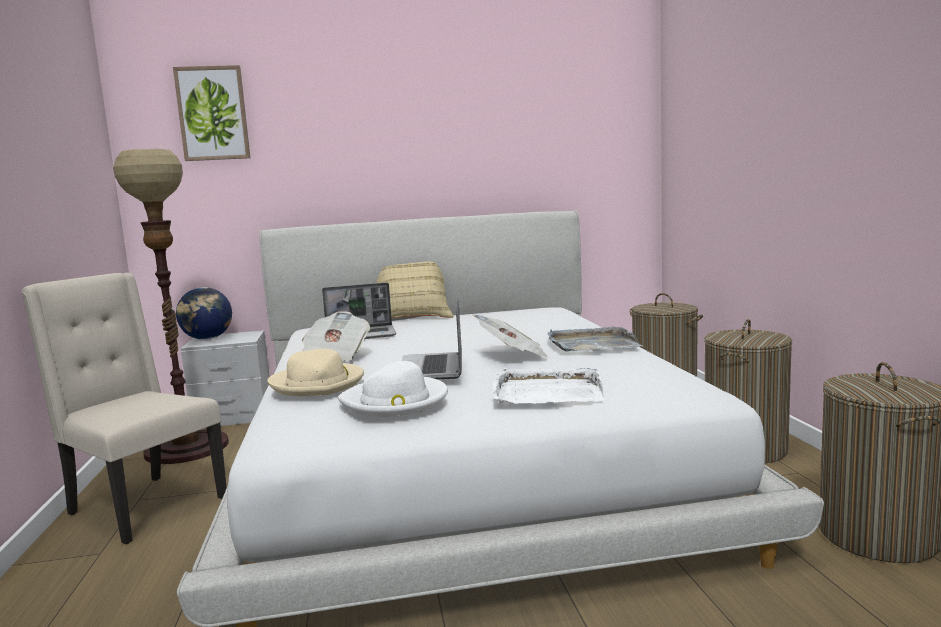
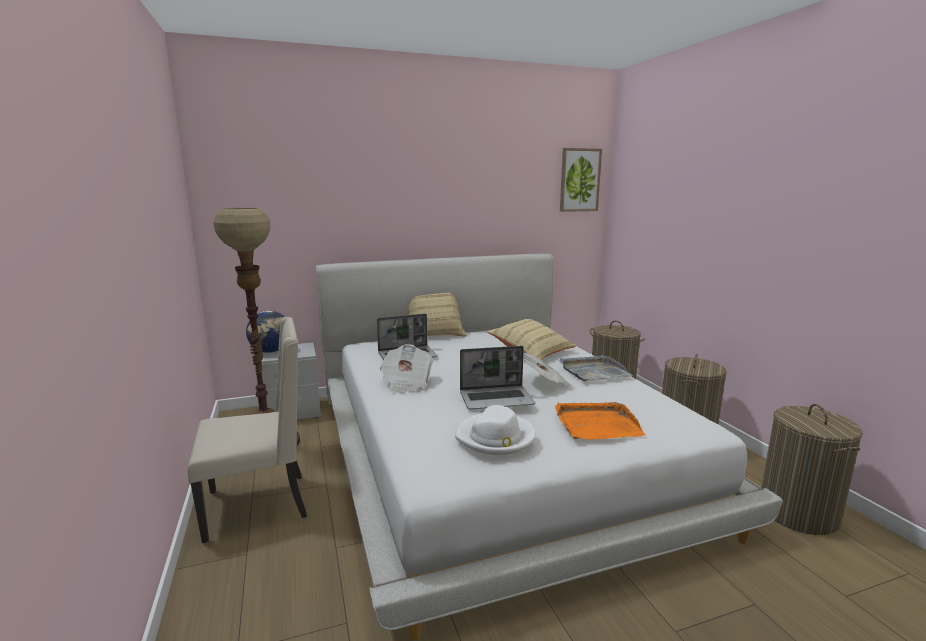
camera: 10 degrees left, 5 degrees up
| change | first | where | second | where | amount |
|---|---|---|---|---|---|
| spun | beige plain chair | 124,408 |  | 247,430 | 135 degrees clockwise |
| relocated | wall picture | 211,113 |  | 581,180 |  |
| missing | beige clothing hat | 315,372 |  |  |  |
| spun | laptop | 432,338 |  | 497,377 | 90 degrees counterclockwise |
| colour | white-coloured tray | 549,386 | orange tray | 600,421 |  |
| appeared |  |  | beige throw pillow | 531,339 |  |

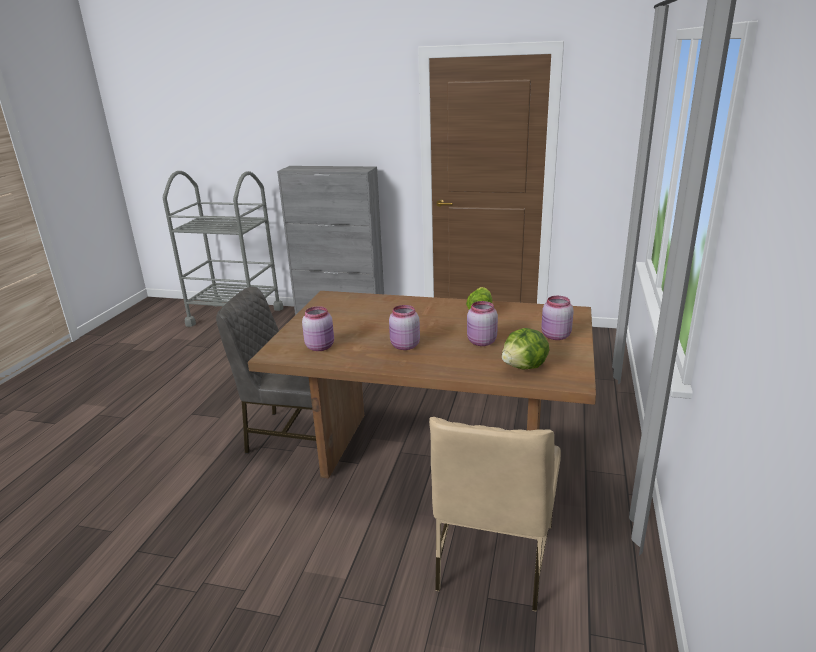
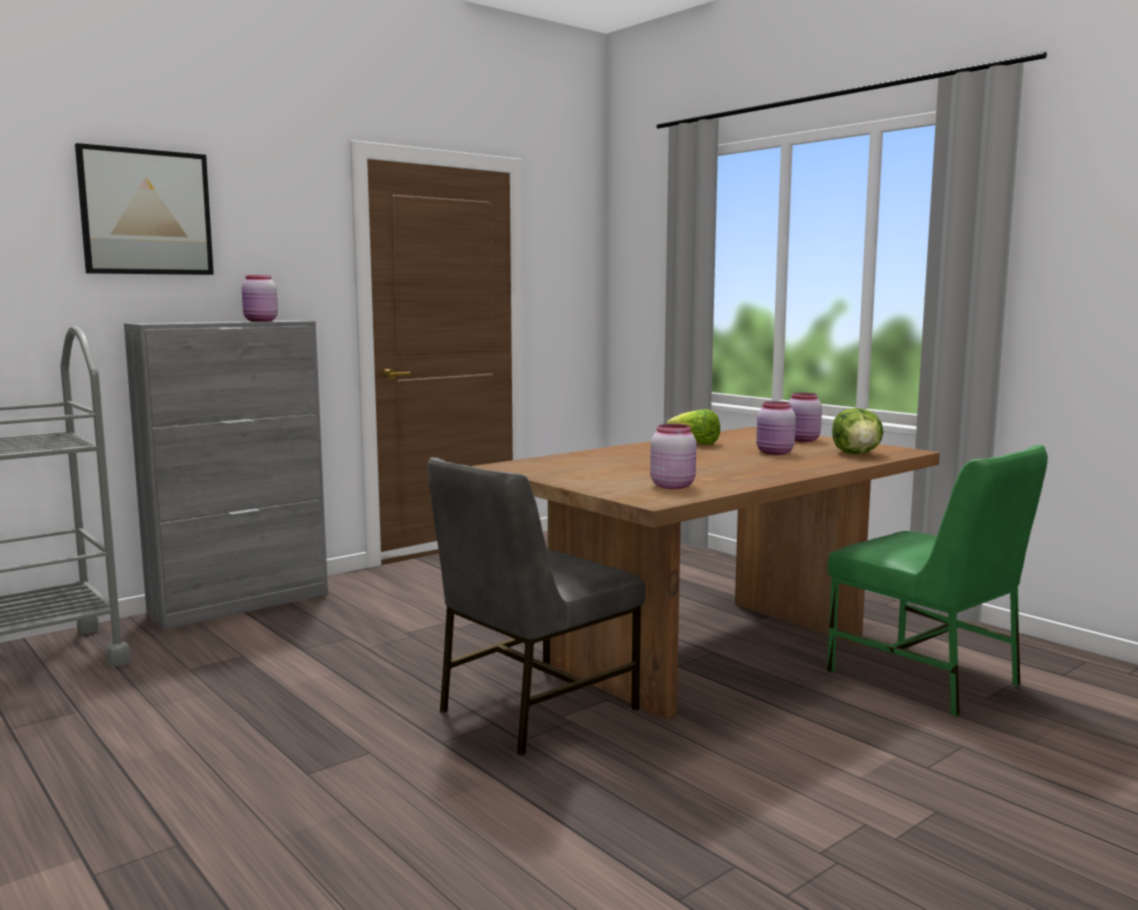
camera: 55 degrees left, 15 degrees down
| change | first | where | second | where | amount |
|---|---|---|---|---|---|
| relocated | pink-coloured jar | 404,327 |  | 260,298 |  |
| colour | beige plain chair | 495,514 | greenish plain chair | 937,581 |  |
| appeared |  |  | wall picture | 144,209 |  |

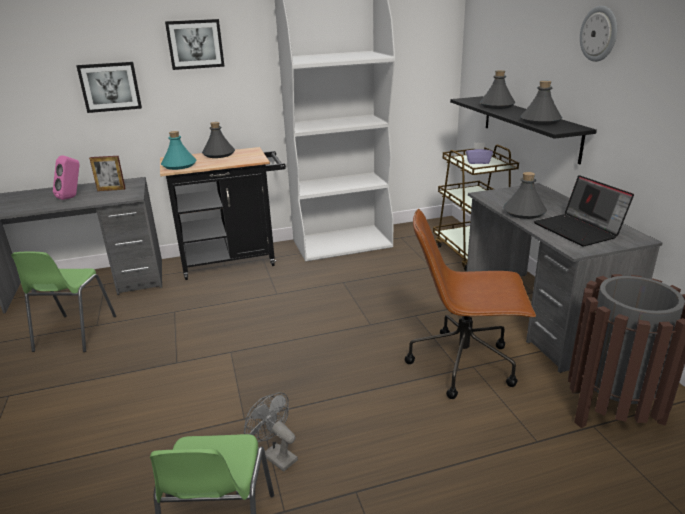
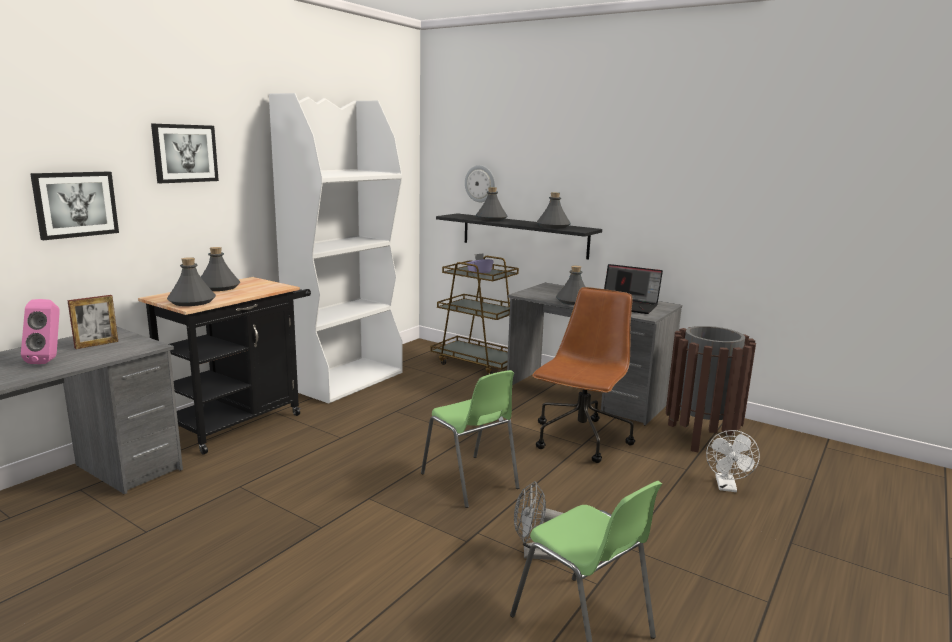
camera: 40 degrees left, 10 degrees down
| change | first | where | second | where | amount |
|---|---|---|---|---|---|
| relocated | greenish plain chair | 63,302 |  | 470,439 |  |
| colour | blue-green drink bottle | 179,150 | gray drink bottle | 191,281 |  |
| spun | brown-coloured computer chair | 470,304 |  | 583,375 | 150 degrees clockwise |
| relocated | clock on the wall | 598,34 |  | 480,183 |  |
| appeared |  |  | white-coloured fan | 733,461 |  |

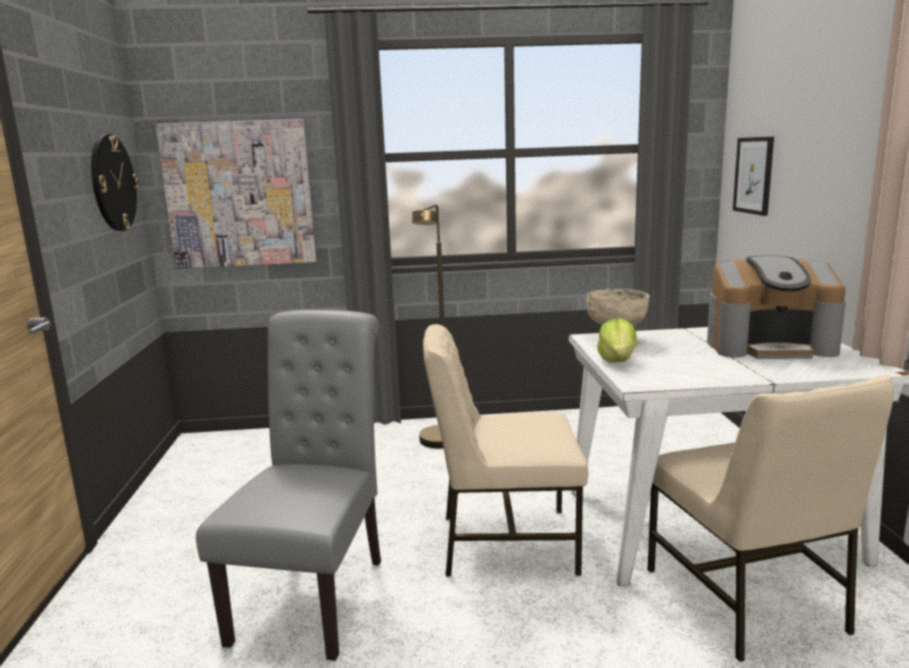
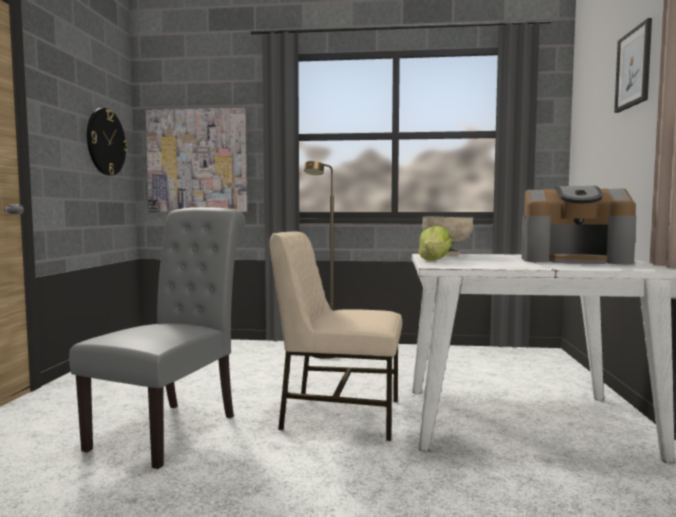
camera: 10 degrees right, 10 degrees down
| change | first | where | second | where | amount |
|---|---|---|---|---|---|
| missing | beige plain chair | 770,518 |  |  |  |
| relocated | wall picture | 753,176 |  | 633,65 |  |

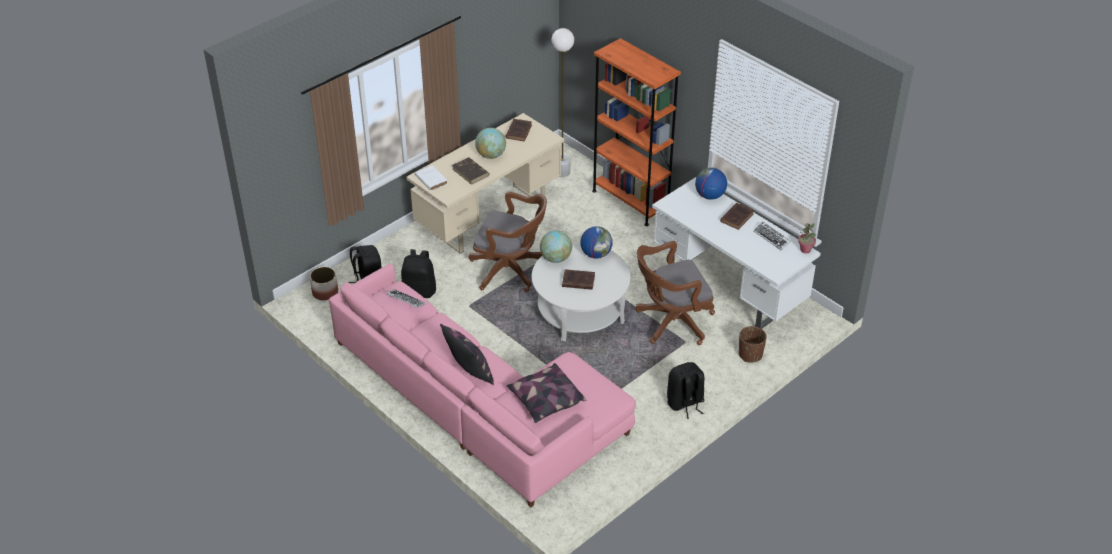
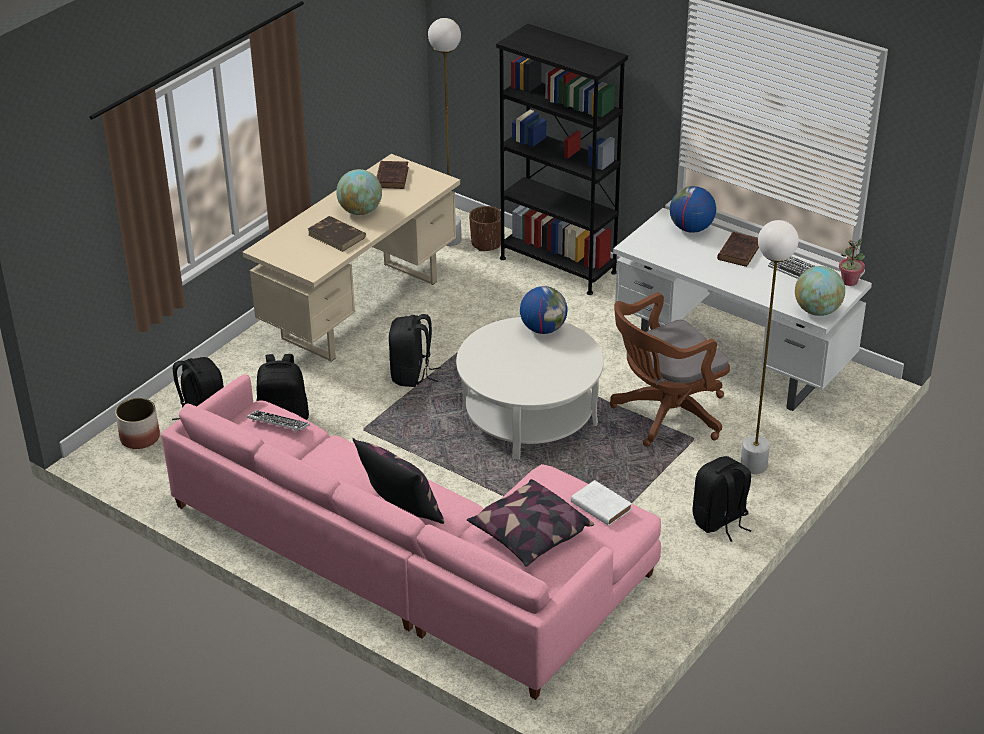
camera: 10 degrees left, 5 degrees down
| change | first | where | second | where | amount |
|---|---|---|---|---|---|
| relocated | white-coloured bound book | 431,178 |  | 601,503 |  |
| exchanged | brown-coloured computer chair | 508,241 | black backpack | 415,350 |  |
| relocated | globe | 556,246 |  | 820,291 |  |
| missing | brown-coloured bound book | 578,279 |  |  |  |
| colour | orange shelving unit | 636,132 | black shelving unit | 562,159 |  |
| relocated | brown-coloured planter | 753,344 |  | 485,228 |  |
| appeared |  |  | white-coloured floor lamp | 770,347 |  |

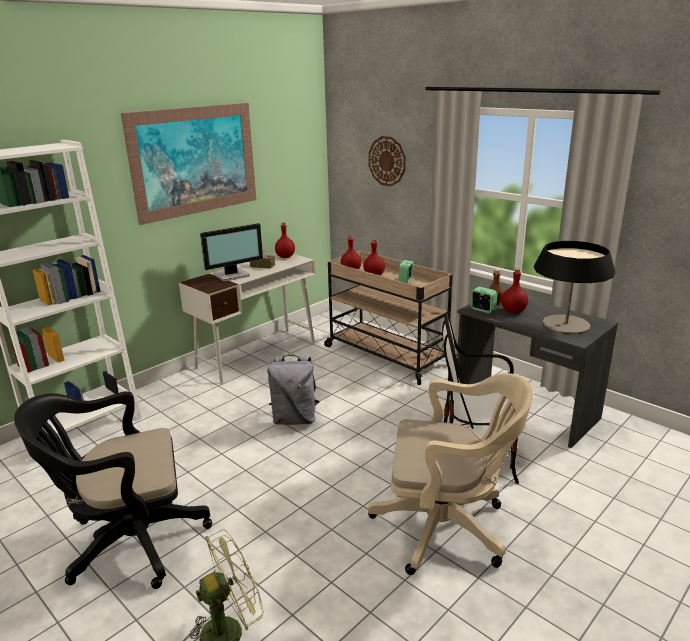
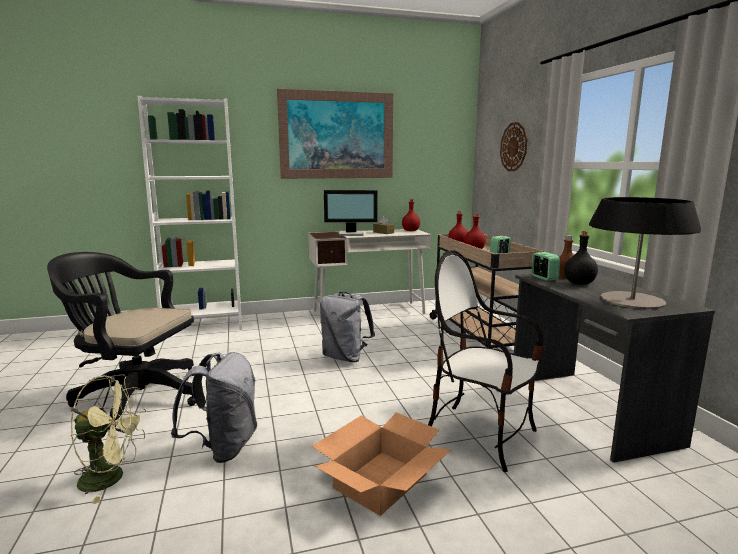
camera: 30 degrees right, 10 degrees down
| change | first | where | second | where | amount |
|---|---|---|---|---|---|
| exchanged | beige computer chair | 451,474 | carton | 381,464 |  |
| colour | reddish drink bottle | 514,291 | black drink bottle | 581,258 |  |
| appeared |  |  | gray backpack | 214,407 |  |

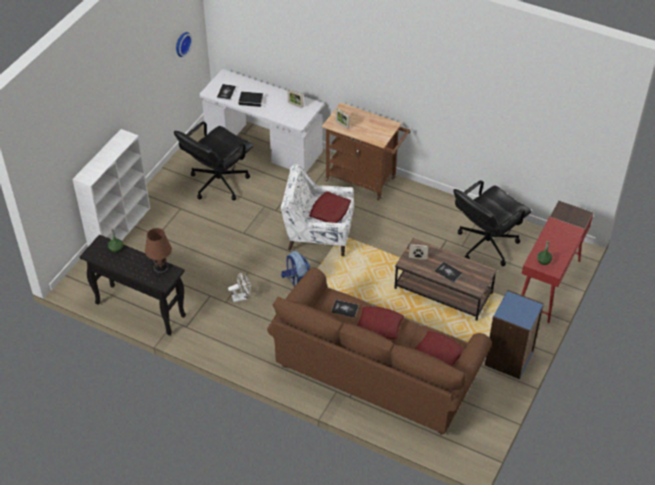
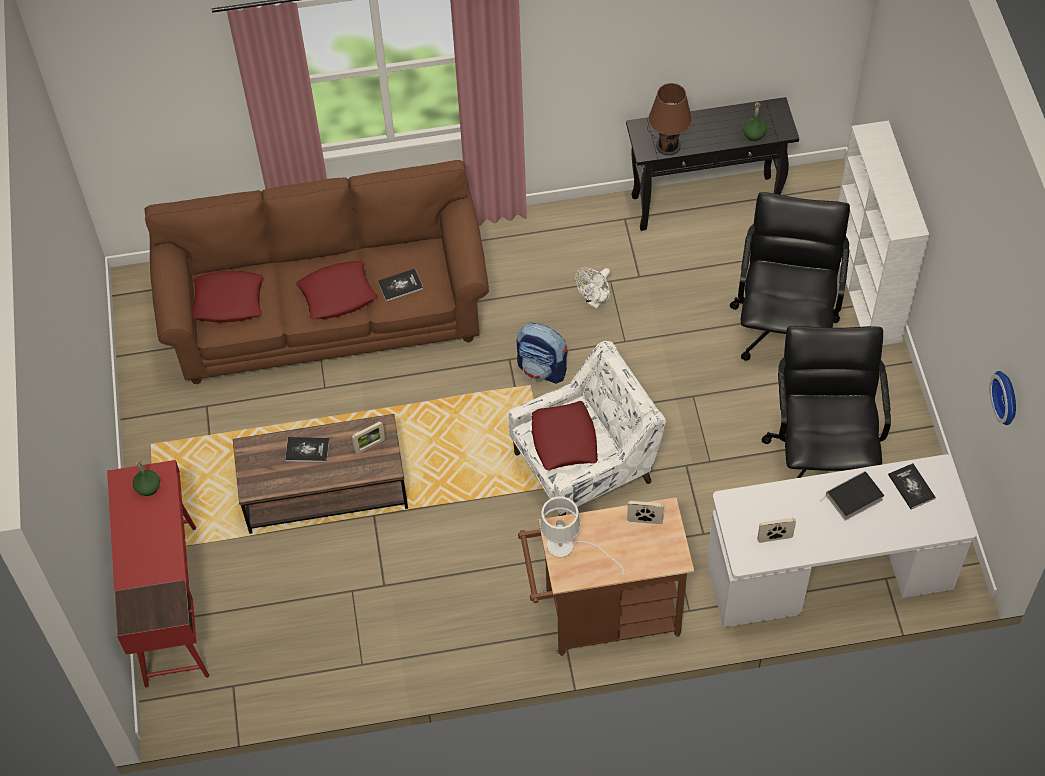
camera: 145 degrees right, 10 degrees up
| change | first | where | second | where | amount |
|---|---|---|---|---|---|
| relocated | black computer chair | 492,223 |  | 790,276 |  |
| missing | blue shelving unit | 514,334 |  |  |  |
| appeared |  |  | white-coloured table lamp | 582,535 |  |

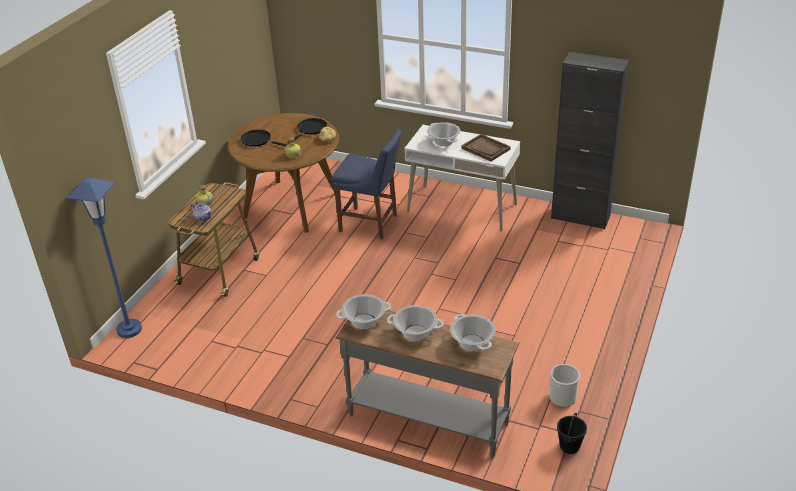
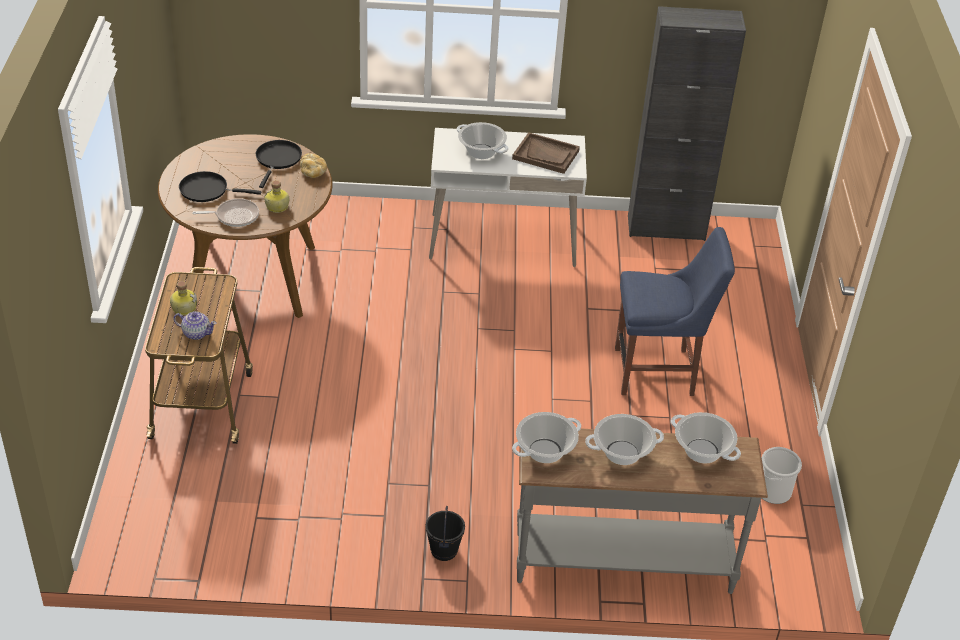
camera: 25 degrees left, 5 degrees up
| change | first | where | second | where | amount |
|---|---|---|---|---|---|
| missing | blue floor lamp | 104,258 |  |  |  |
| relocated | blue plain chair | 366,184 |  | 675,311 |  |
| relocated | black water bucket | 572,433 |  | 445,533 |  |
| appeared |  |  | frying pan | 225,213 |  |

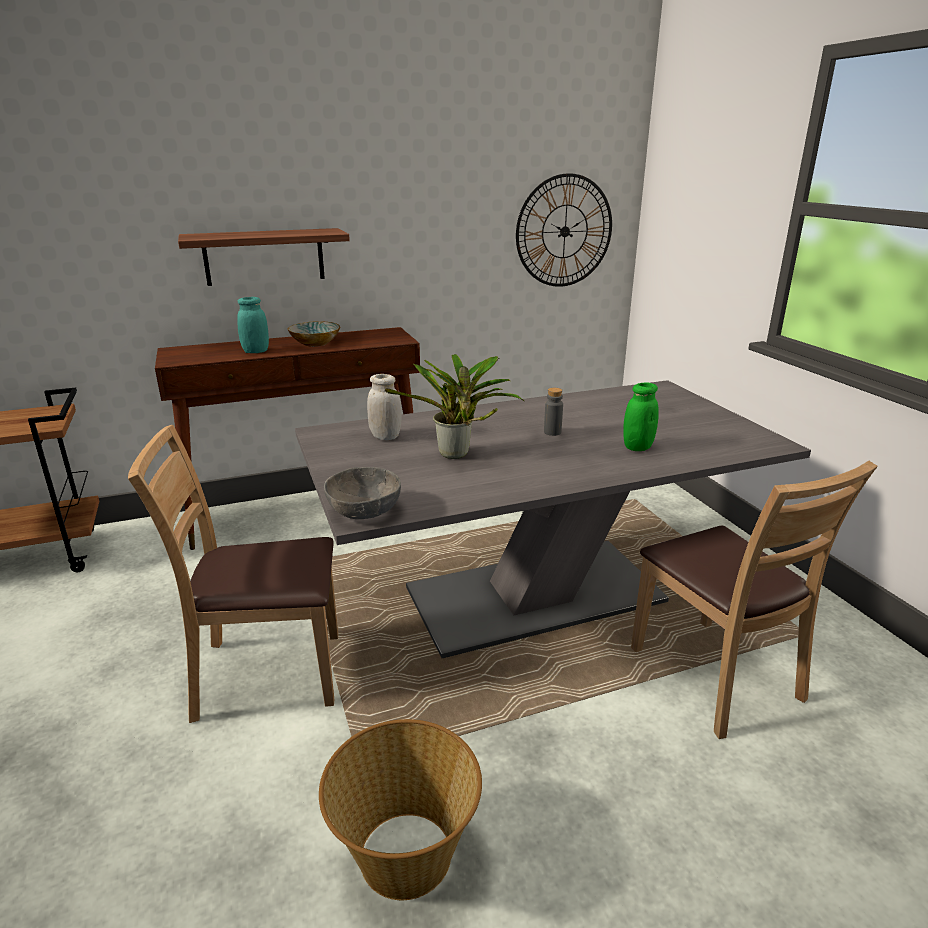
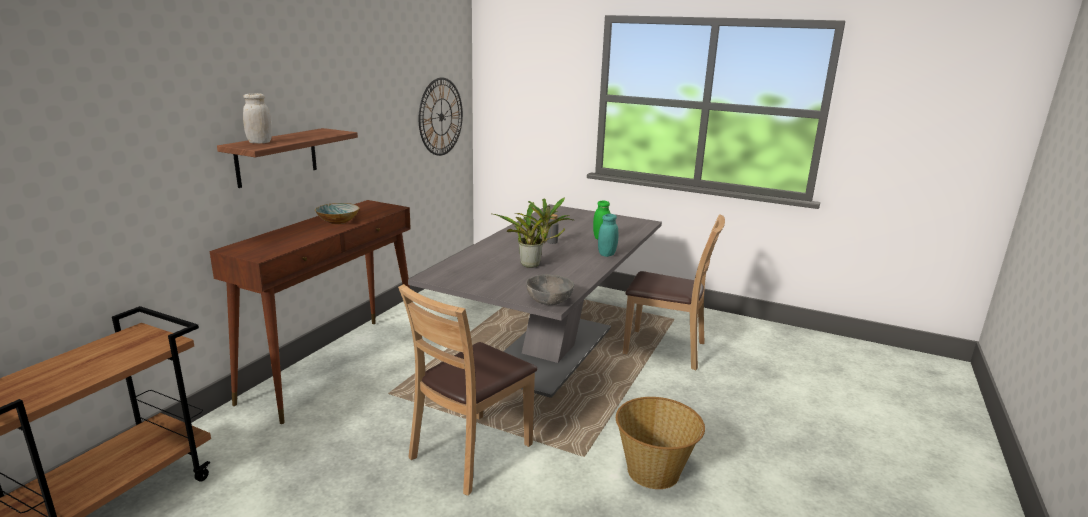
camera: 45 degrees left, 5 degrees down
| change | first | where | second | where | amount |
|---|---|---|---|---|---|
| relocated | blue-green jar | 253,325 |  | 608,235 |  |
| relocated | white-coloured jar | 384,407 |  | 257,118 |  |

